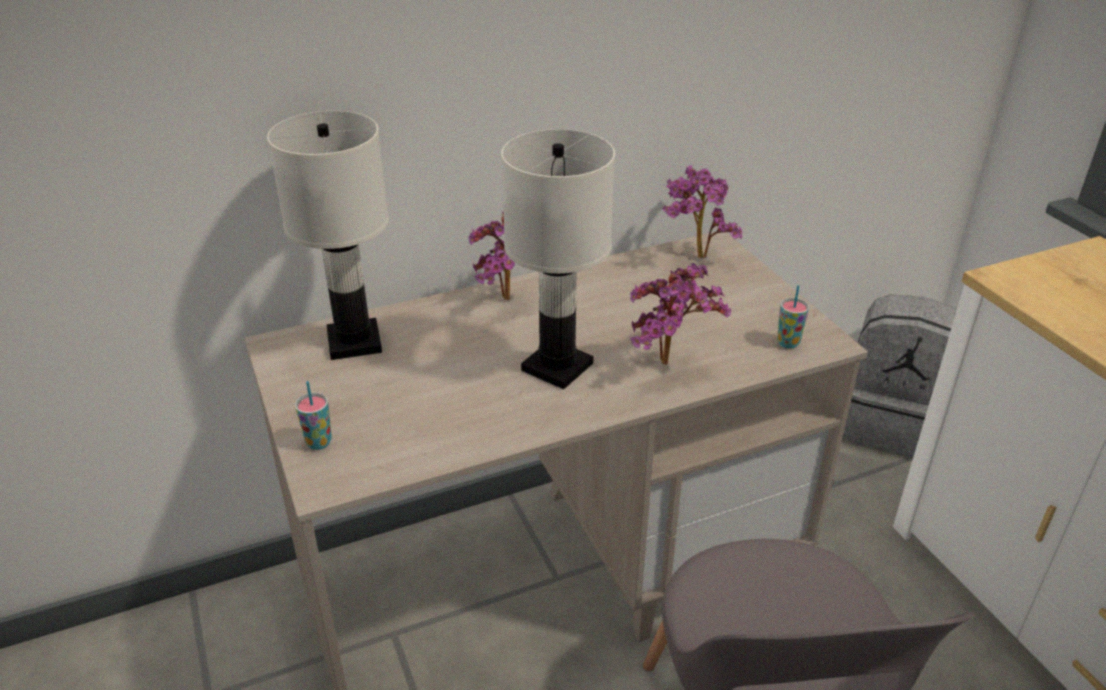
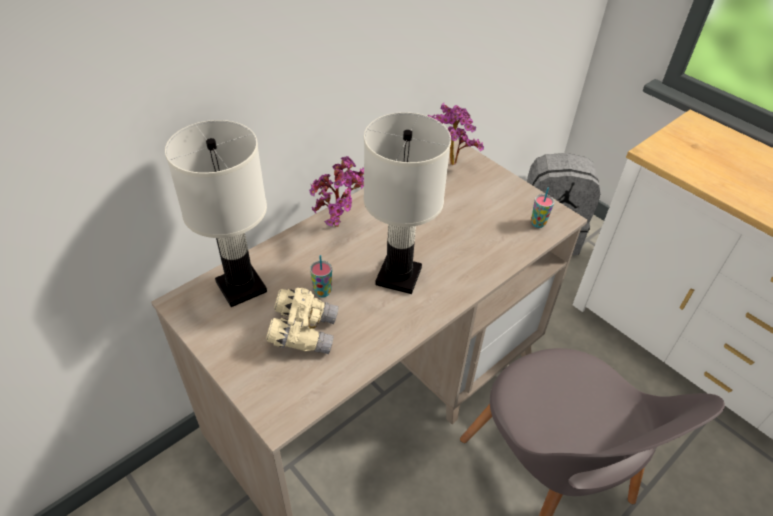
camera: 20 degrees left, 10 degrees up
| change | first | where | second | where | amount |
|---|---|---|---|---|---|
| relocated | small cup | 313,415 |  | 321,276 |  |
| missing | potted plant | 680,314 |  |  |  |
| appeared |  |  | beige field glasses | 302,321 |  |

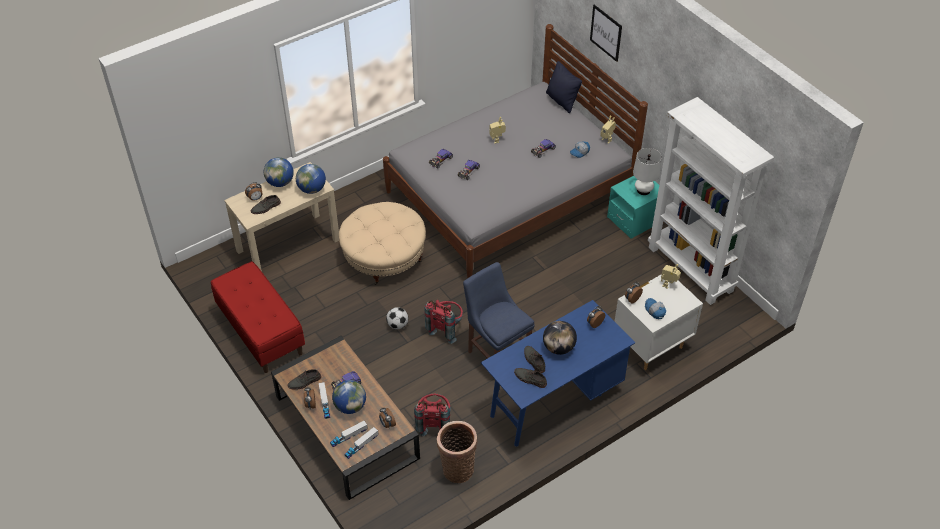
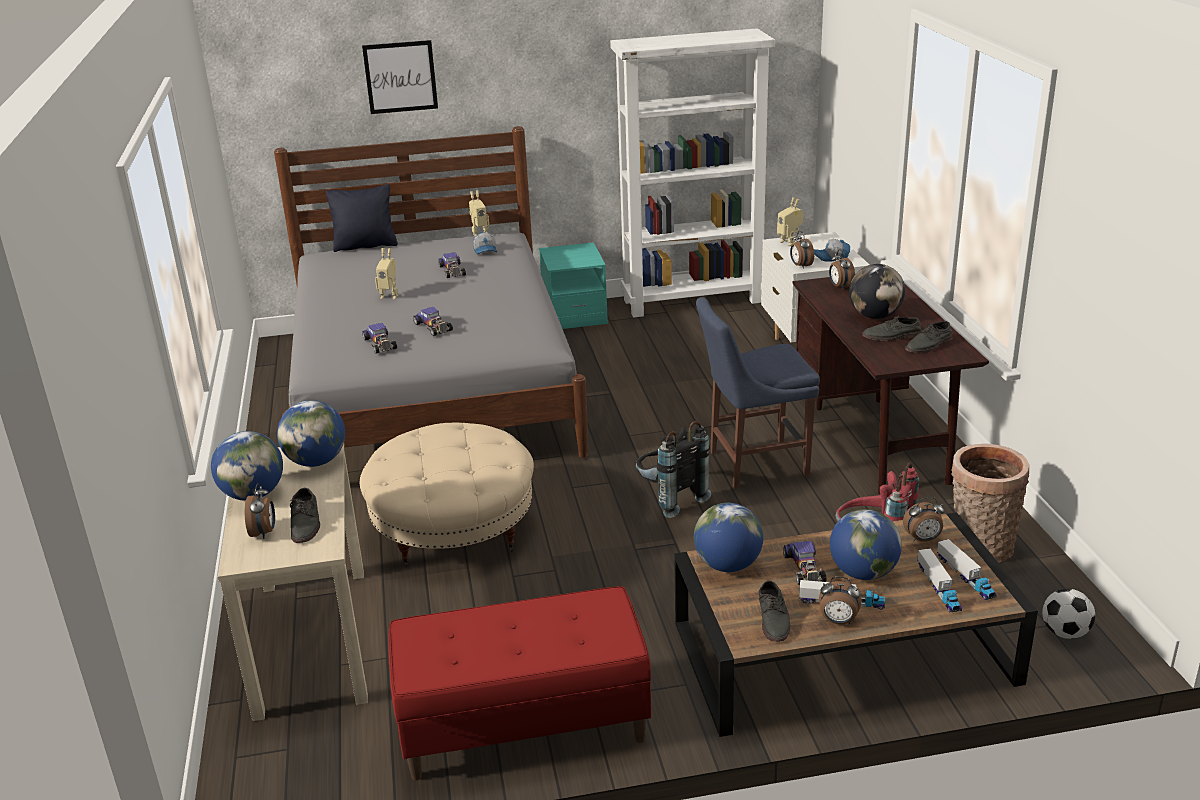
camera: 65 degrees left, 20 degrees down
| change | first | where | second | where | amount |
|---|---|---|---|---|---|
| relocated | football ball | 397,318 |  | 1068,614 |  |
| colour | reddish backpack | 443,322 | black backpack | 673,469 |  |
| colour | blue desk | 558,373 | brown-coloured desk | 891,385 |  |
| missing | white-coloured table lamp | 647,171 |  |  |  |
| appeared |  |  | globe | 728,537 |  |

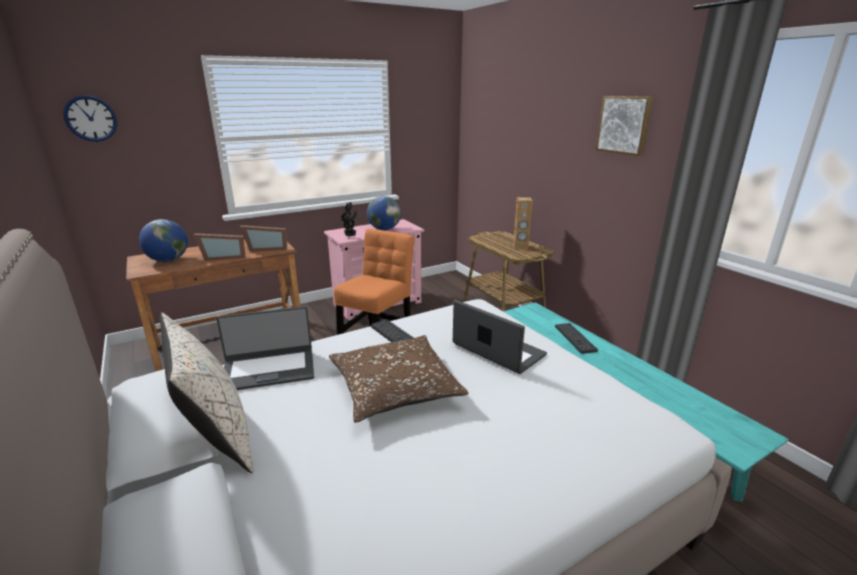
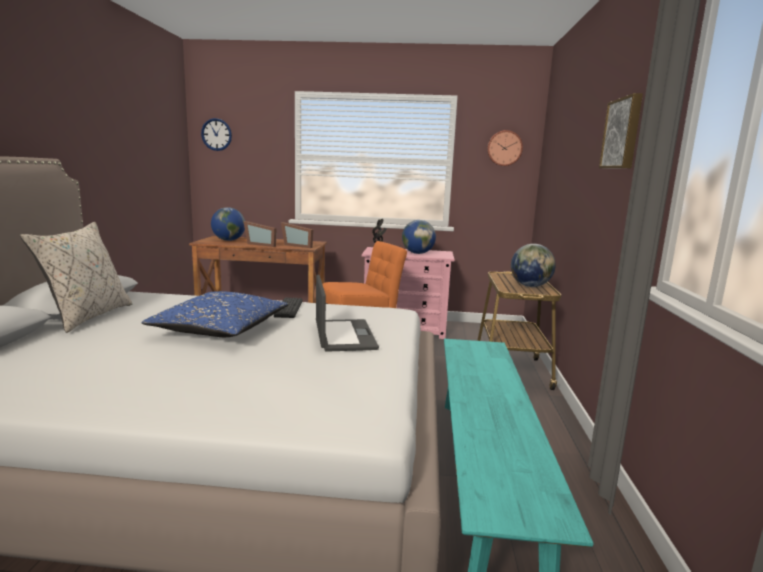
camera: 35 degrees right, 10 degrees down
| change | first | where | second | where | amount |
|---|---|---|---|---|---|
| missing | laptop | 265,348 |  |  |  |
| colour | brown-coloured throw pillow | 399,378 | blue throw pillow | 215,314 |  |
| exchanged | brown-coloured audio speaker | 523,223 | globe | 533,265 |  |
| missing | keyboard | 576,338 |  |  |  |
| appeared |  |  | clock on the wall | 505,148 |  |

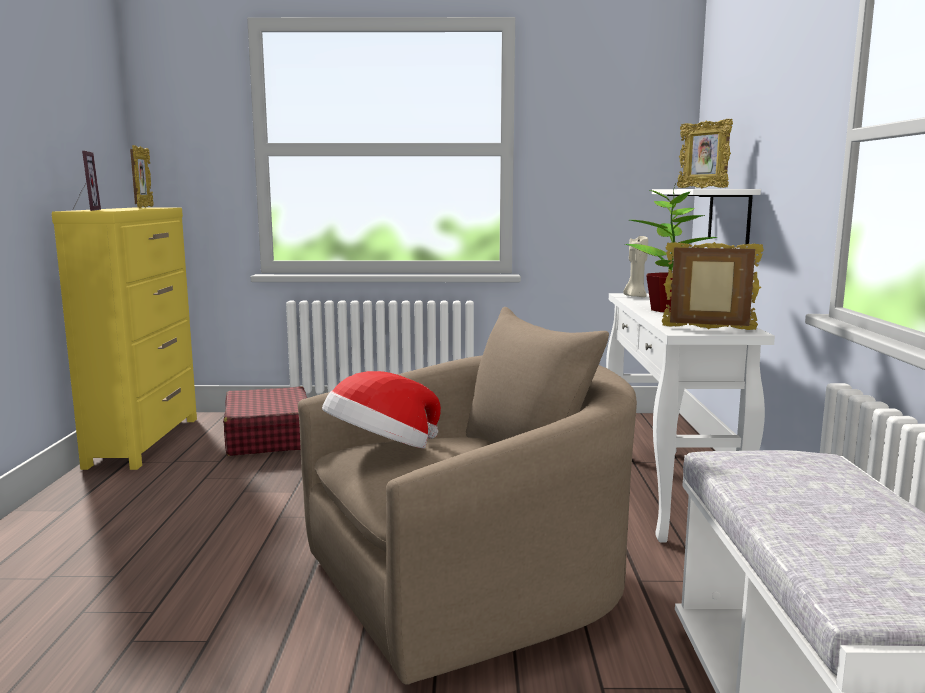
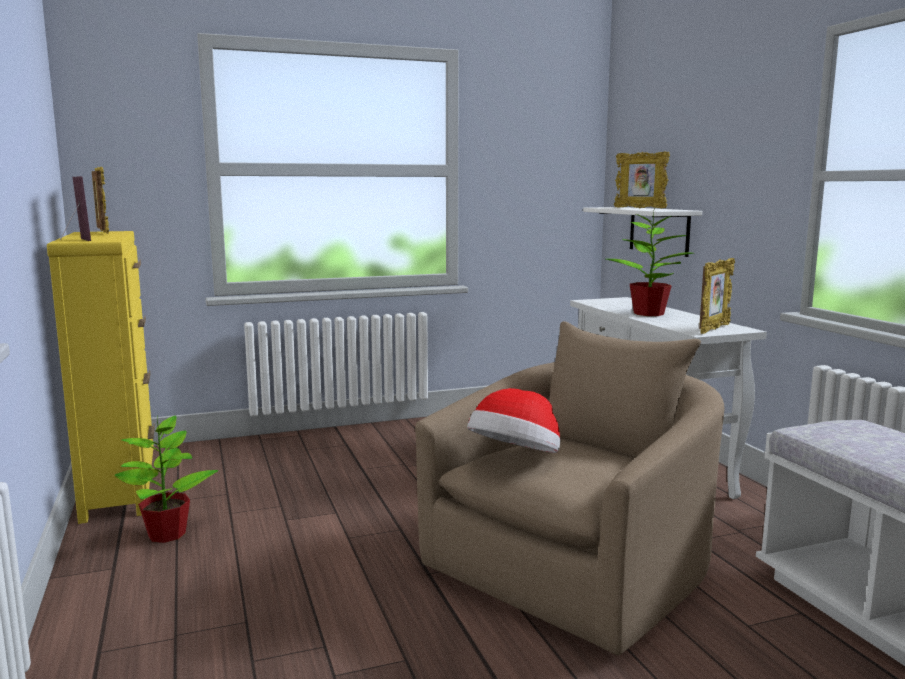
camera: 20 degrees left, 0 degrees up
| change | first | where | second | where | amount |
|---|---|---|---|---|---|
| missing | reddish suitcase | 265,421 |  |  |  |
| missing | beige wax light | 635,266 |  |  |  |
| spun | photo frame | 713,286 |  | 717,296 | 135 degrees clockwise |
| appeared |  |  | potted plant | 167,479 |  |

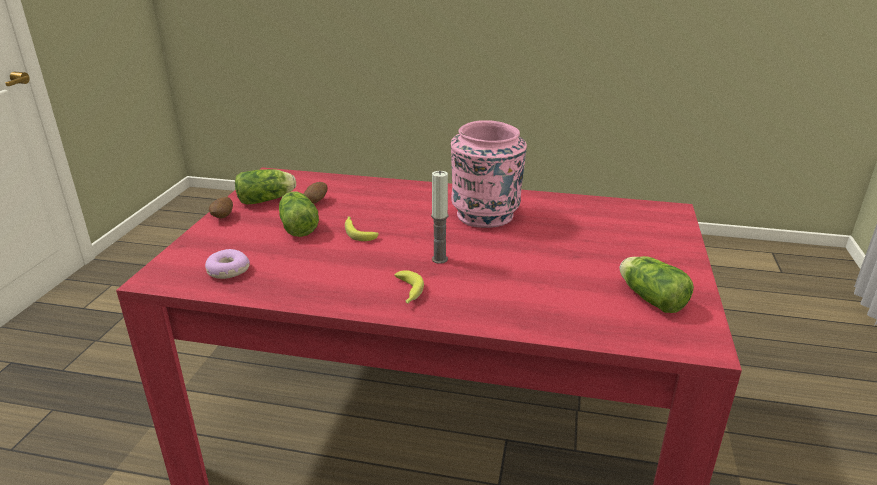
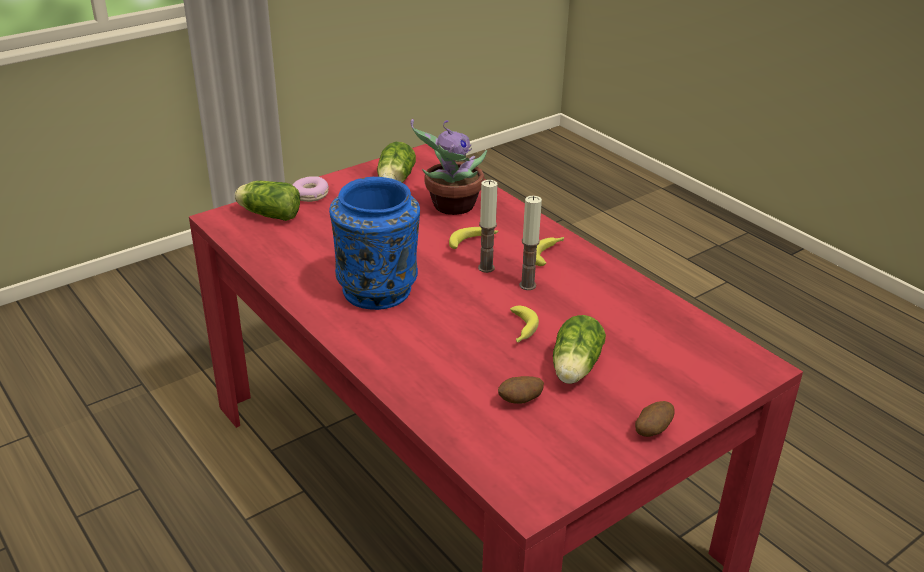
camera: 140 degrees left, 5 degrees up
| change | first | where | second | where | amount |
|---|---|---|---|---|---|
| relocated | donut | 227,264 |  | 311,189 |  |
| relocated | head of lettuce | 265,186 |  | 267,201 |  |
| colour | pink-coloured vase | 489,174 | blue vase | 374,243 |  |
| appeared |  |  | potted plant | 449,167 |  |
| appeared |  |  | whole banana | 473,238 |  |
| appeared |  |  | wax light | 530,243 |  |

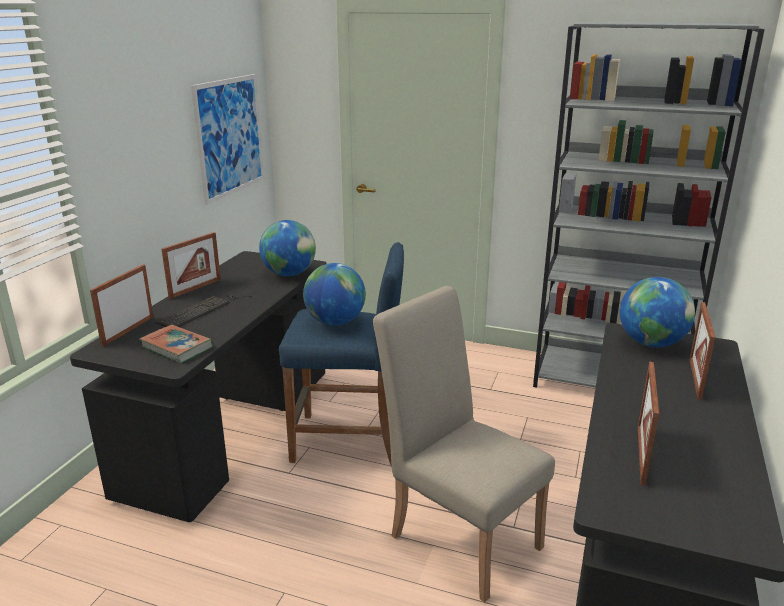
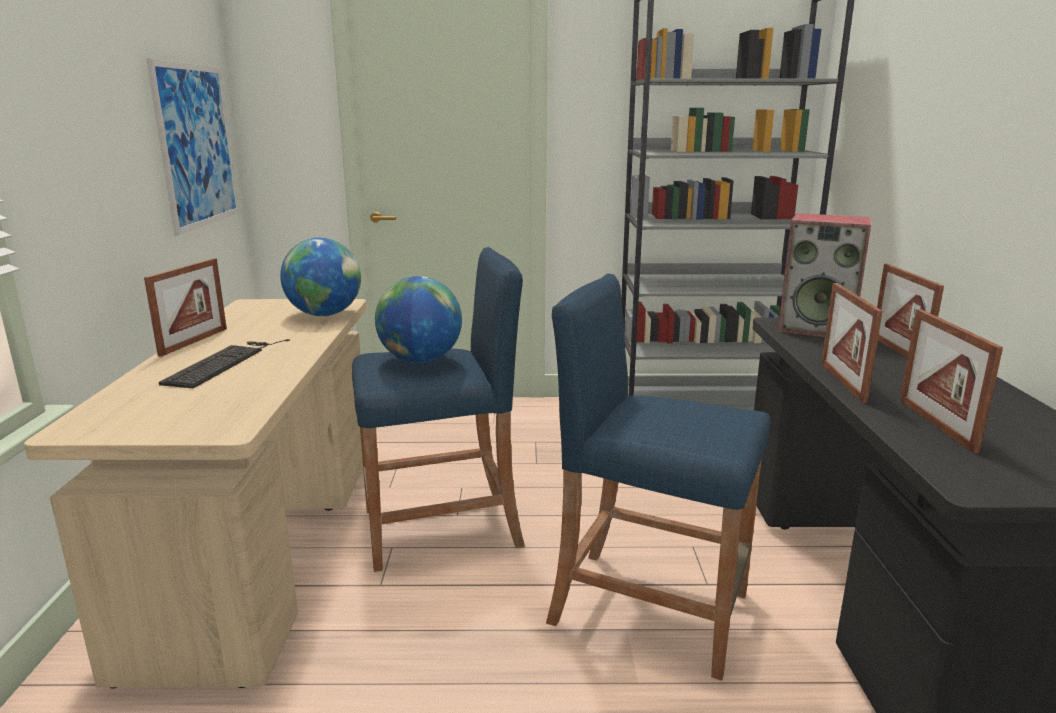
camera: 20 degrees left, 5 degrees down
| change | first | where | second | where | amount |
|---|---|---|---|---|---|
| colour | black desk | 198,386 | beige desk | 195,494 |  |
| relocated | photo frame | 121,305 |  | 852,343 |  |
| missing | bound book | 176,344 |  |  |  |
| exchanged | beige plain chair | 464,444 | blue stool seat | 658,477 |  |
| exchanged | globe | 657,312 | audio speaker | 825,275 |  |

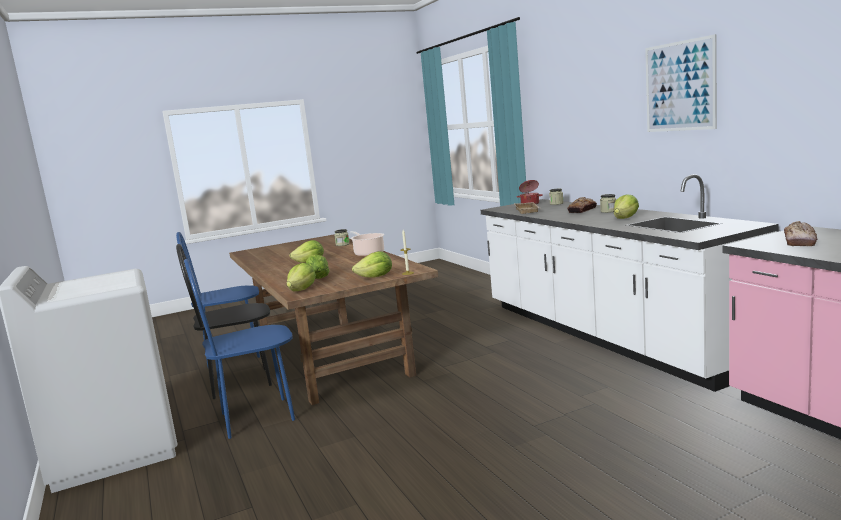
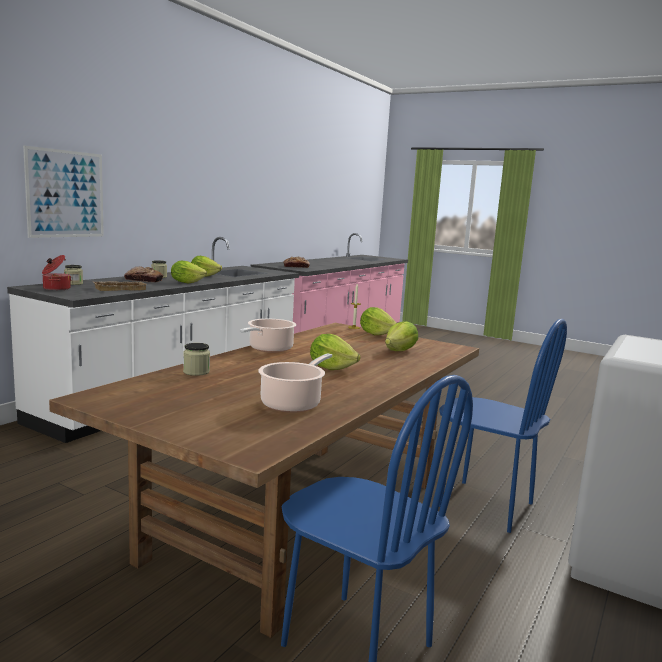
camera: 125 degrees left, 0 degrees up
| change | first | where | second | where | amount |
|---|---|---|---|---|---|
| missing | black plain chair | 224,321 |  |  |  |
| relocated | head of lettuce | 301,277 |  | 189,272 |  |
| relocated | wall picture | 681,83 |  | 63,192 |  |
| appeared |  |  | saucepot | 295,383 |  |

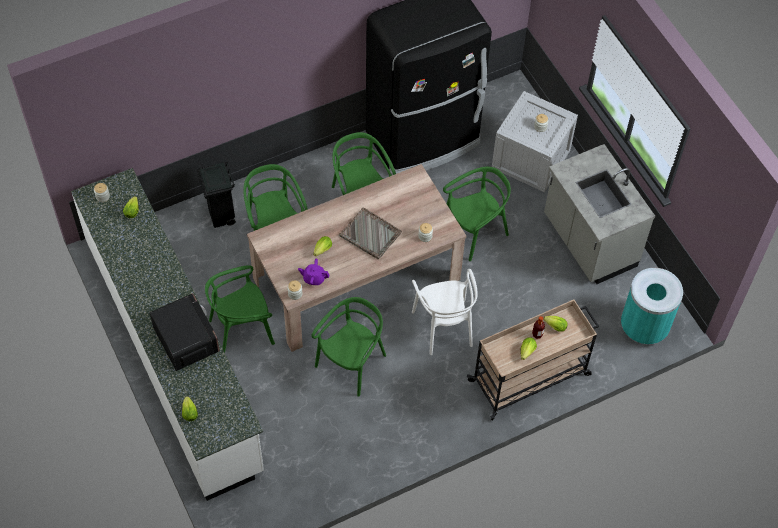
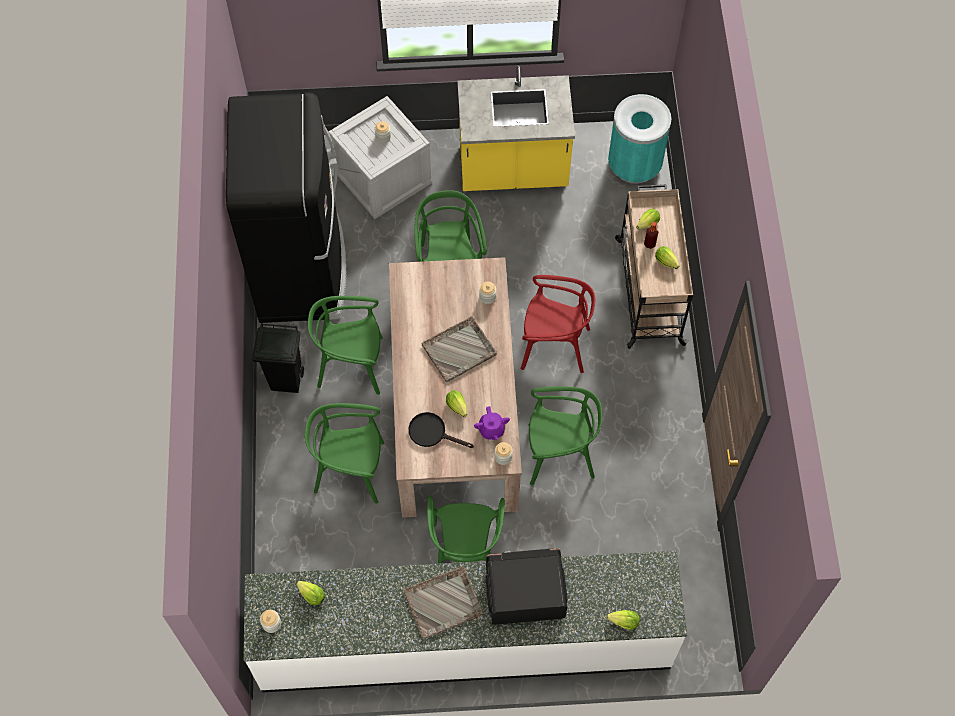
camera: 65 degrees left, 5 degrees up
| change | first | where | second | where | amount |
|---|---|---|---|---|---|
| relocated | black trash can | 216,195 |  | 278,358 |  |
| spun | purplish teapot | 314,272 |  | 492,423 | 45 degrees counterclockwise |
| spun | greenish plain chair | 348,347 |  | 565,435 | 120 degrees clockwise |
| colour | white-coloured plain chair | 445,312 | reddish plain chair | 558,324 |  |
| colour | gray counter | 599,214 | yellow-coloured counter | 516,128 |  |
| appeared |  |  | gray tray | 443,603 |  |
| appeared |  |  | black frying pan | 441,430 |  |

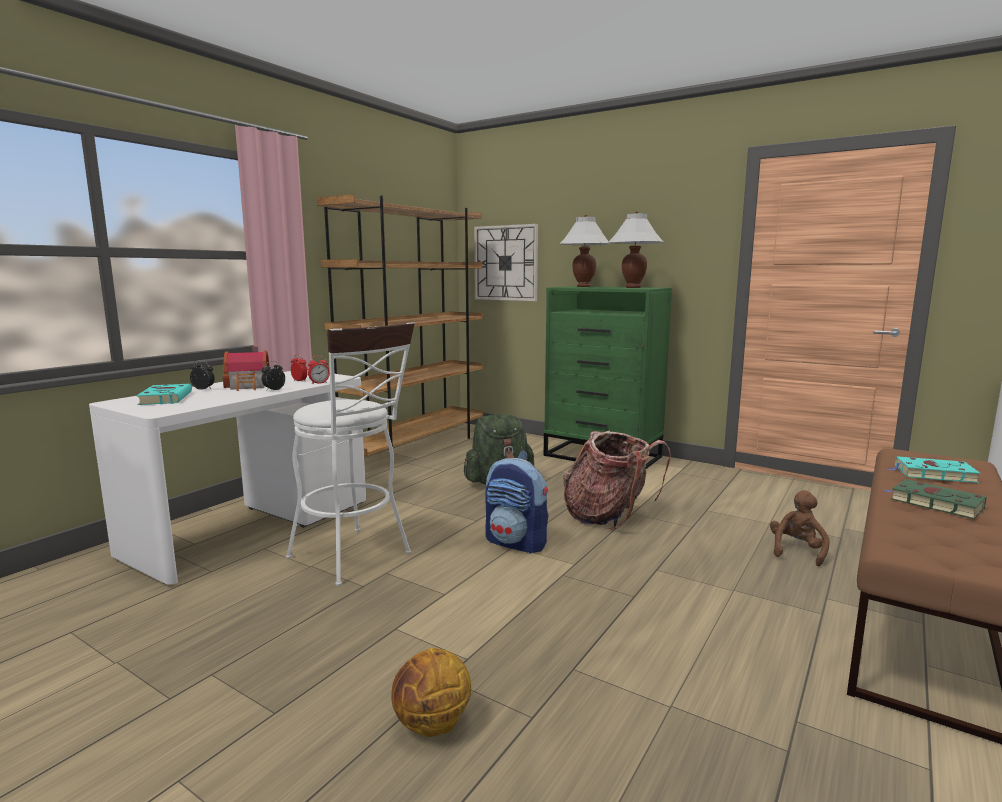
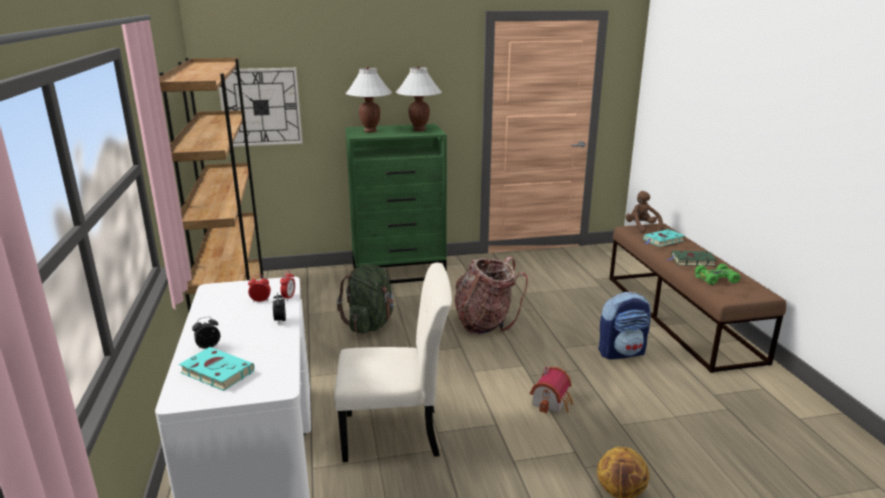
camera: 45 degrees left, 10 degrees up
| change | first | where | second | where | amount |
|---|---|---|---|---|---|
| relocated | toy house | 246,369 |  | 551,390 |  |
| exchanged | white-coloured stool seat | 350,454 | beige plain chair | 393,362 |  |
| relocated | backpack | 517,506 |  | 625,326 |  |
| relocated | brown-coloured plush toy | 800,528 |  | 645,212 |  |
| appeared |  |  | greenish model car | 717,274 |  |

